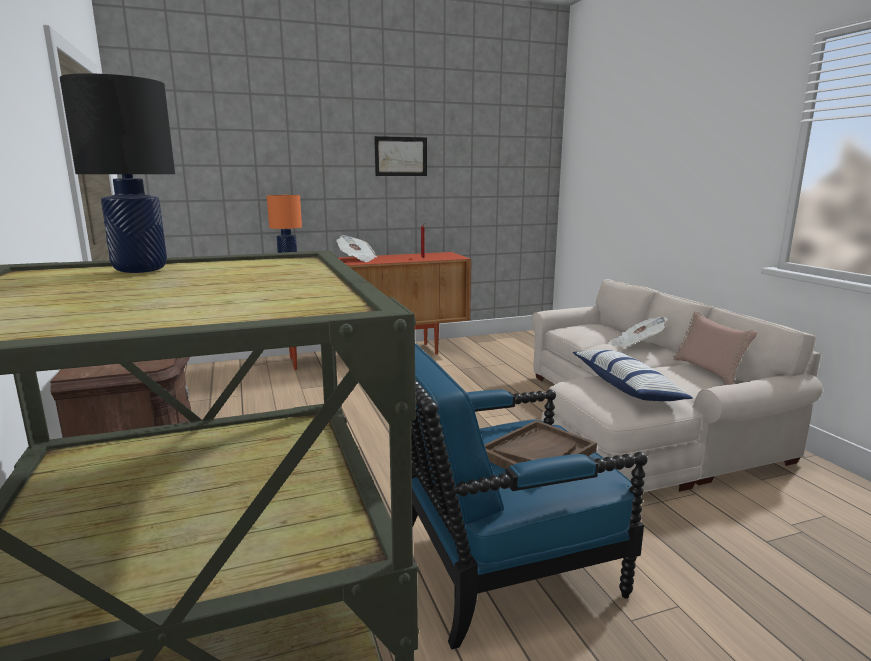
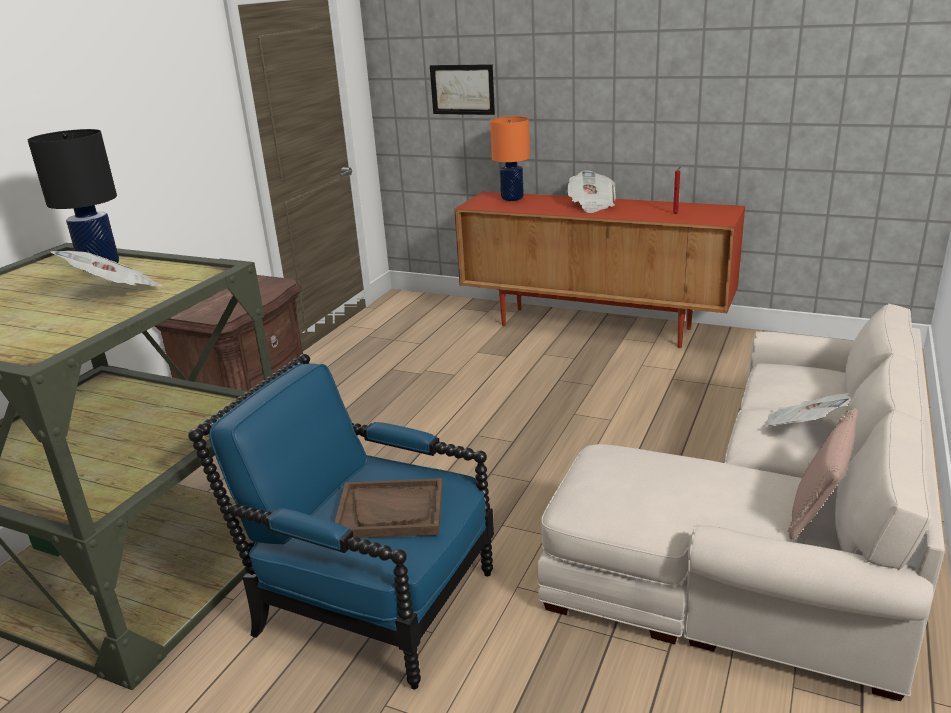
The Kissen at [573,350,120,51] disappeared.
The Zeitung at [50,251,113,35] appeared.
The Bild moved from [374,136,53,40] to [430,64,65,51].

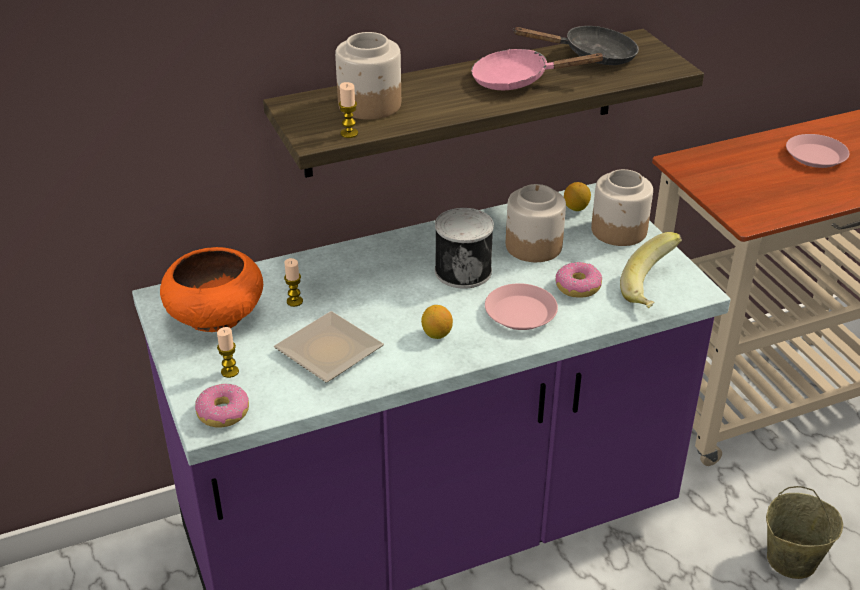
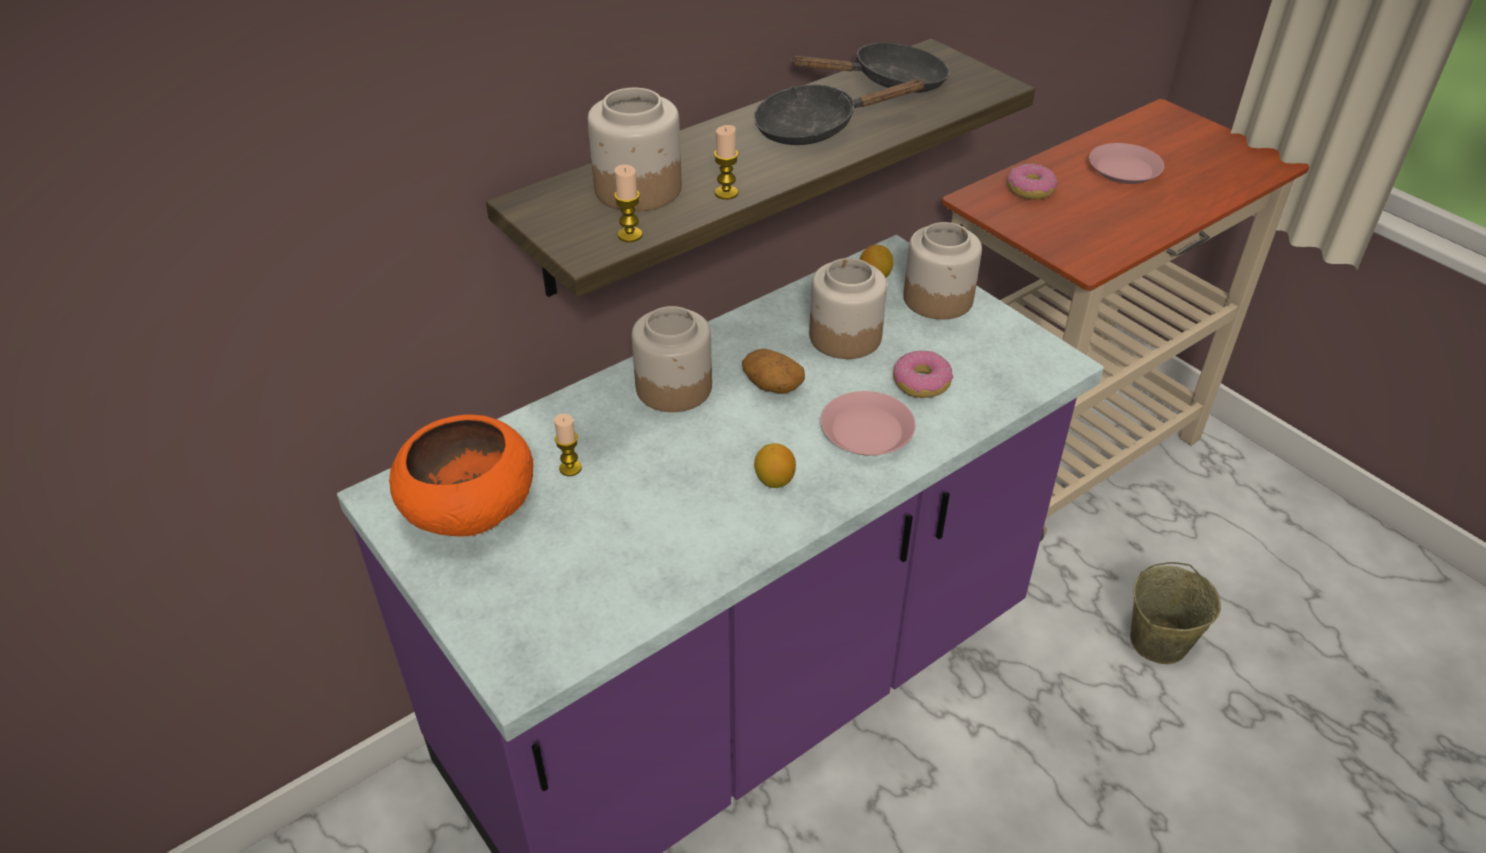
The Teller at [274,311,110,71] disappeared.
The Banane at [620,232,62,76] disappeared.
The Vorratsglas at [632,306,80,106] appeared.
The Donut moved from [195,383,54,45] to [1007,164,50,36].
The Kerze moved from [217,327,22,51] to [714,125,25,75].
The Dose at [435,208,59,81] was replaced by the Kartoffel at [742,349,63,44].
The Pfanne/rosa at [471,49,135,41] became the Pfanne/schwarz at [754,79,173,66].

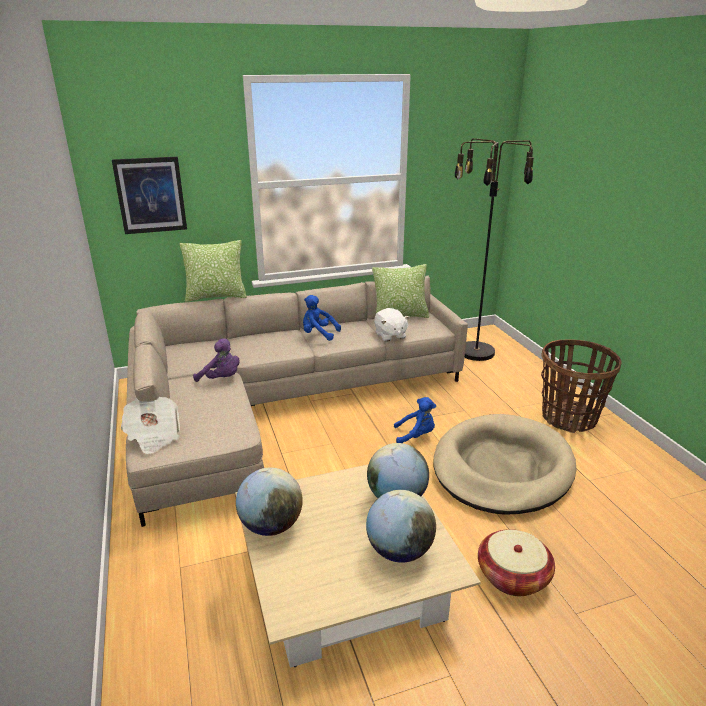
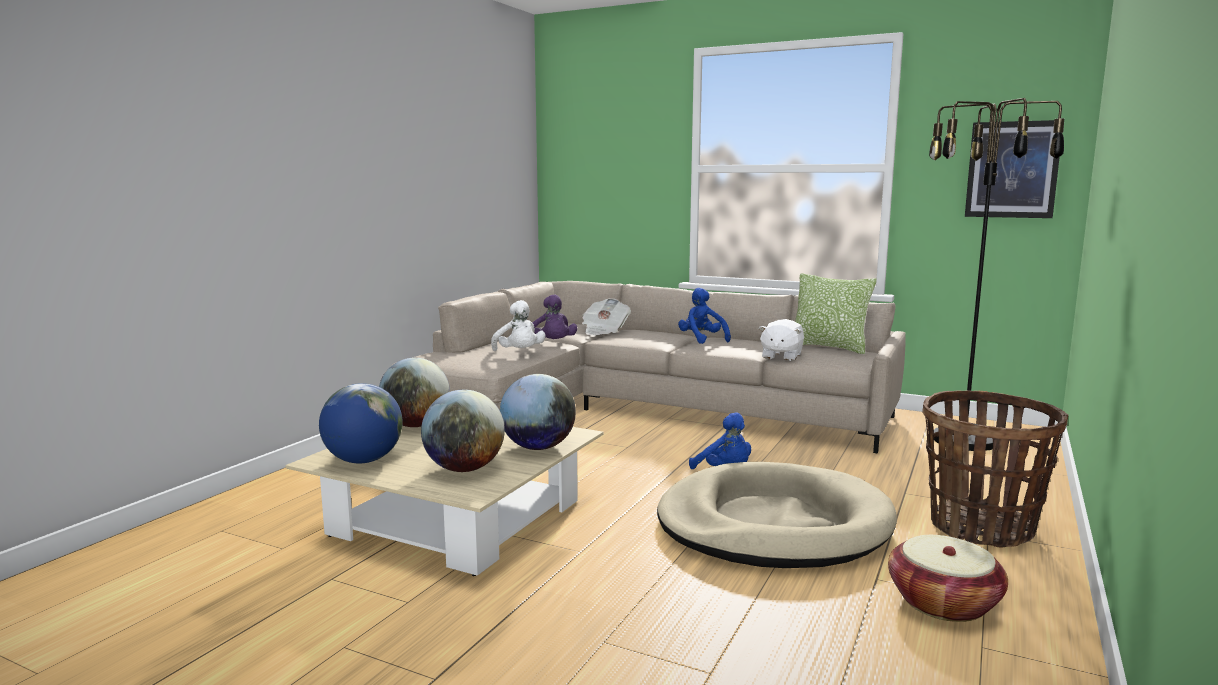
The Kissen at [180,240,67,62] disappeared.
The Globus at [319,383,84,81] appeared.
The Plüschtier/weiß at [491,300,55,51] appeared.
The Bild moved from [112,157,75,77] to [965,120,95,98].
The Zeitung moved from [121,397,59,57] to [582,298,49,38].
The Korb moved from [478,529,77,67] to [888,535,120,87].

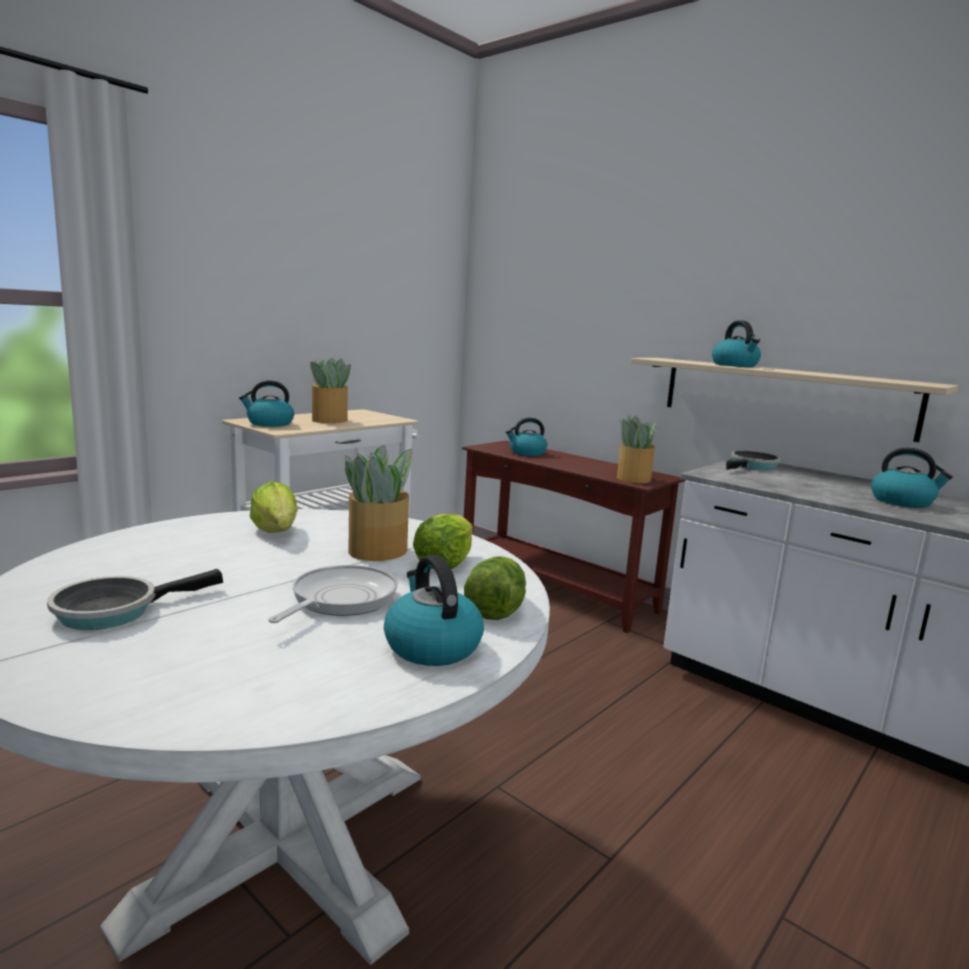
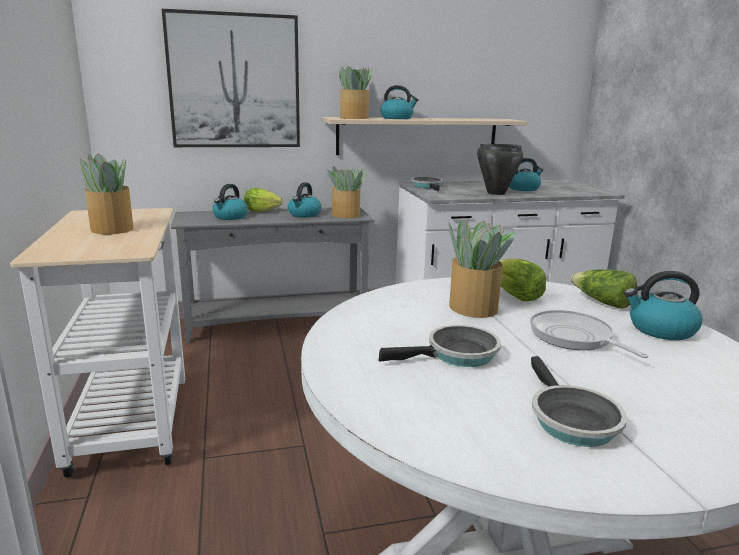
The Bild at [162,9,138,138] appeared.
The Topfpflanze at [339,66,34,53] appeared.
The Pfanne at [378,325,123,42] appeared.
The Kochtopf/schwarz at [477,144,46,51] appeared.
The Wasserkessel moved from [239,380,55,47] to [288,182,34,36].
The Salatkopf moved from [250,481,48,52] to [244,188,39,24].
The Konsolentisch/braun at [462,441,223,192] became the Konsolentisch/grau at [171,207,203,137].

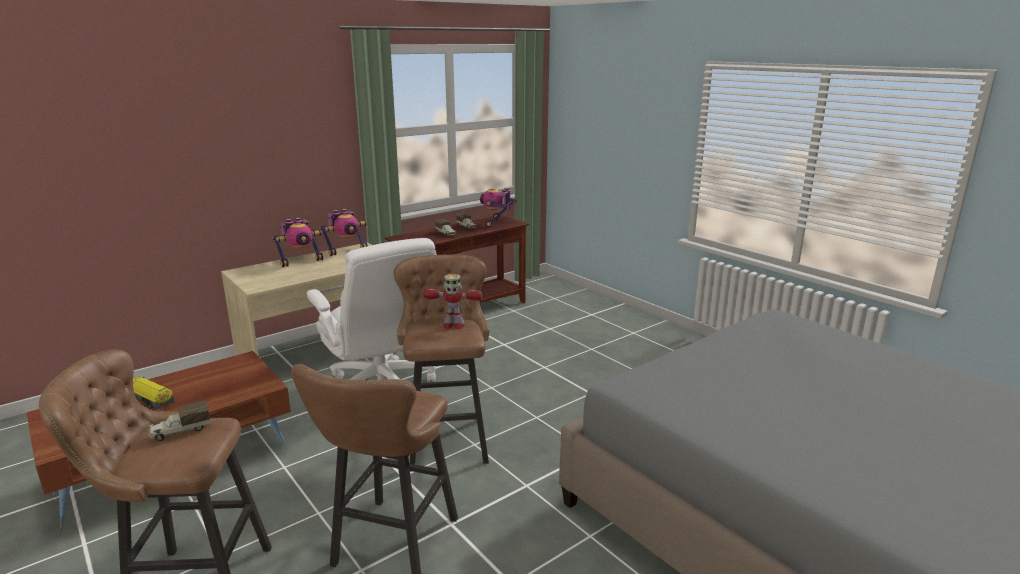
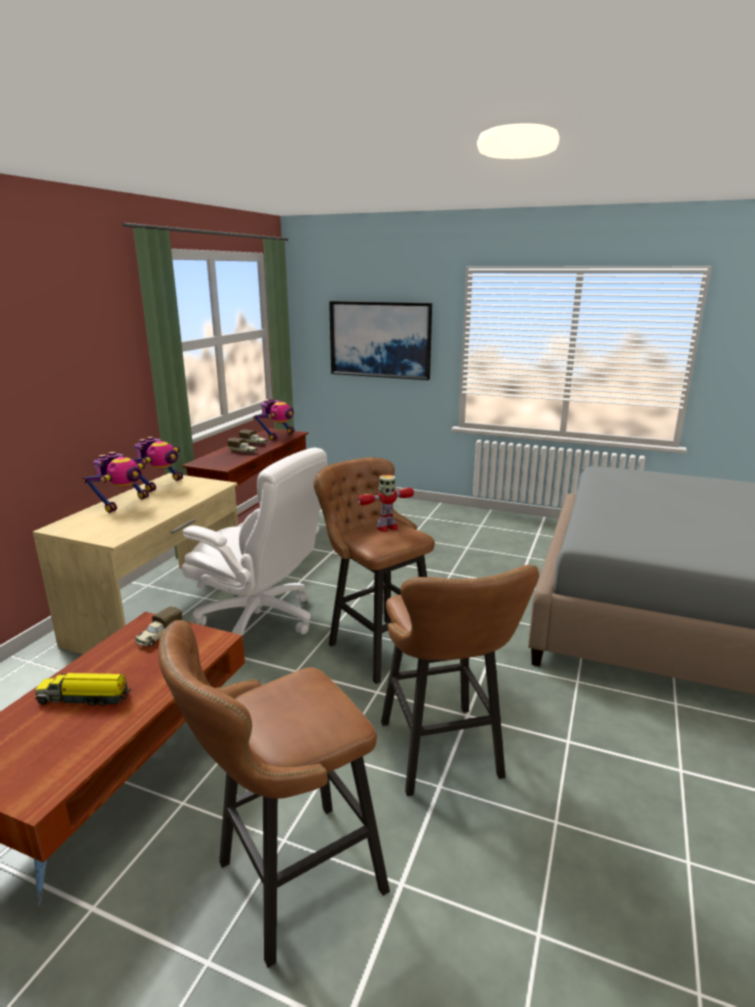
The Bild at [329,301,103,79] appeared.
The Spielzeuglaster moved from [148,400,63,41] to [134,606,49,41].
The Spielzeugroboter at [480,188,37,39] turned 135 degrees counterclockwise.

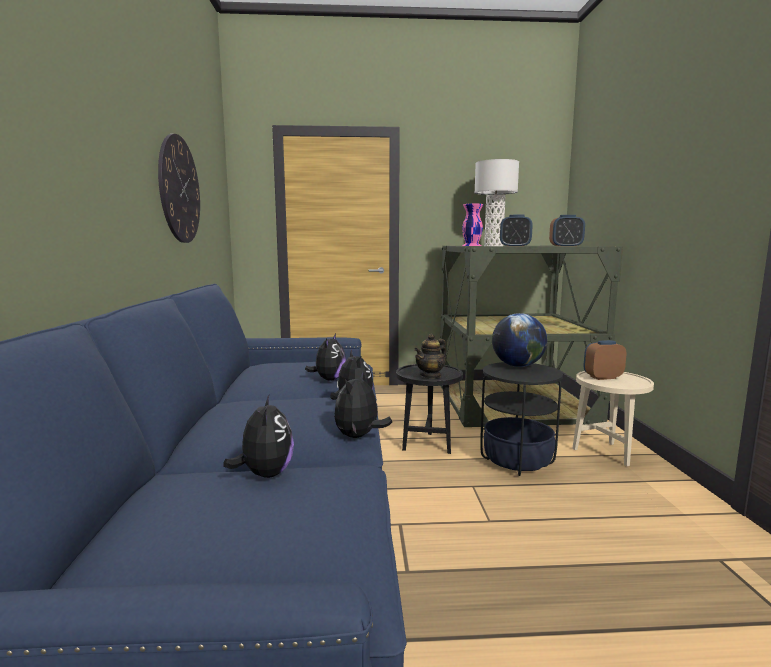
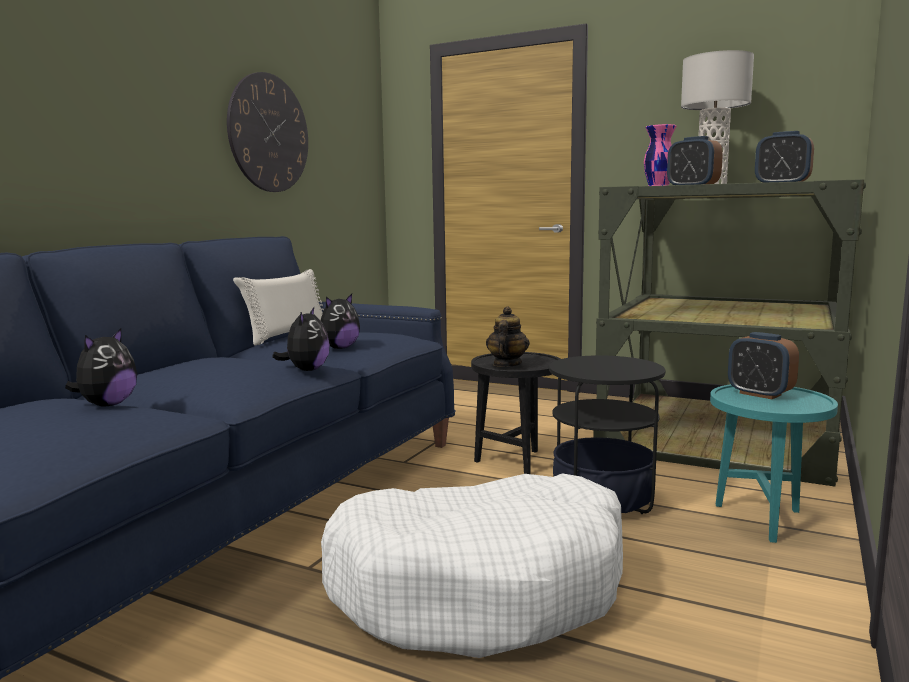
The Plüschtier at [334,371,58,67] disappeared.
The Globus at [492,313,56,54] disappeared.
The Kissen/weiß at [233,269,91,77] appeared.
The Hundebett/weiß at [321,473,302,185] appeared.
The Beistelltisch/beige at [572,371,82,95] became the Beistelltisch/türkis at [710,384,128,159].
The Teekanne at [414,333,32,46] turned 120 degrees clockwise.
The Wecker at [584,340,42,40] turned 150 degrees counterclockwise.

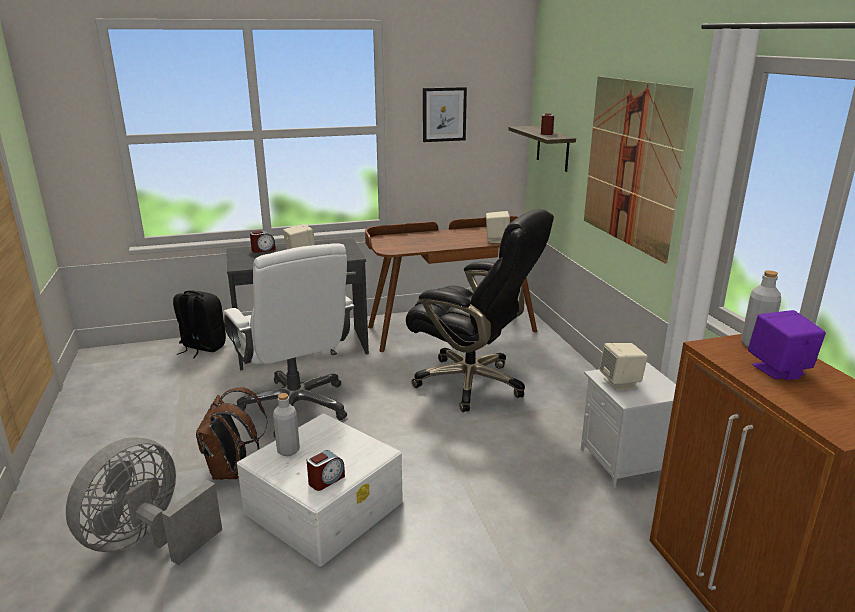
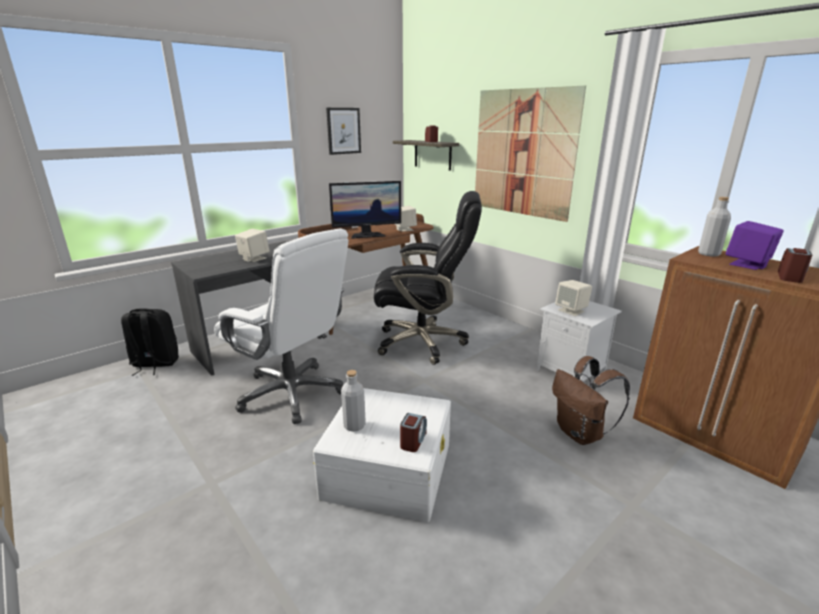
The Ventilator/grau at [66,437,156,128] disappeared.
The Monitor at [329,181,72,58] appeared.
The Rucksack/braun moved from [196,387,72,93] to [552,356,78,89].
The Wecker moved from [250,231,25,22] to [778,248,34,35].

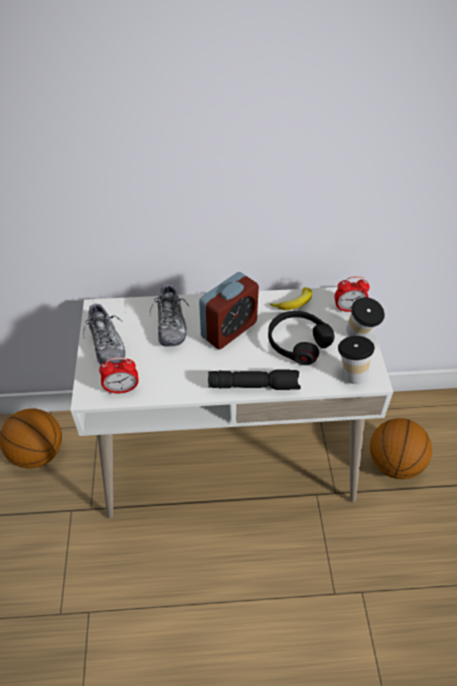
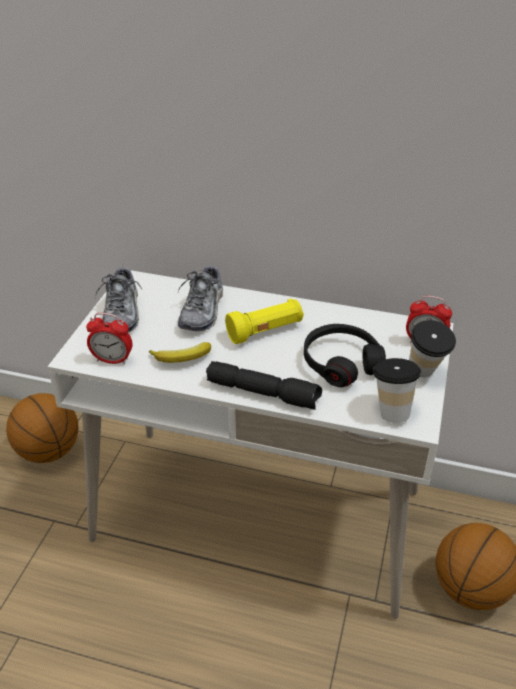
The Banane moved from [269,287,43,23] to [149,342,62,21].
The Wecker at [199,272,60,78] was replaced by the Taschenlampe/gelb at [225,298,79,46].

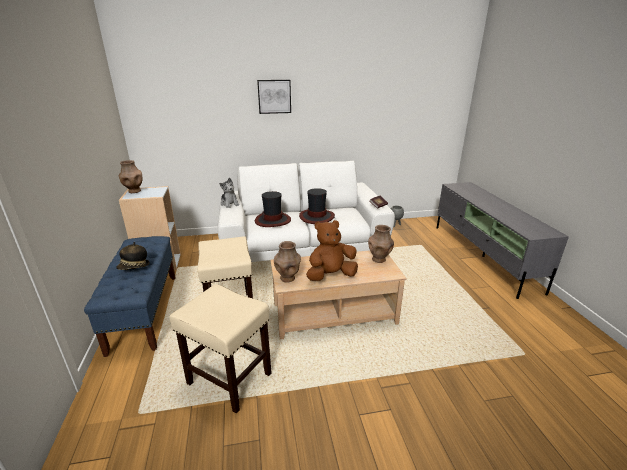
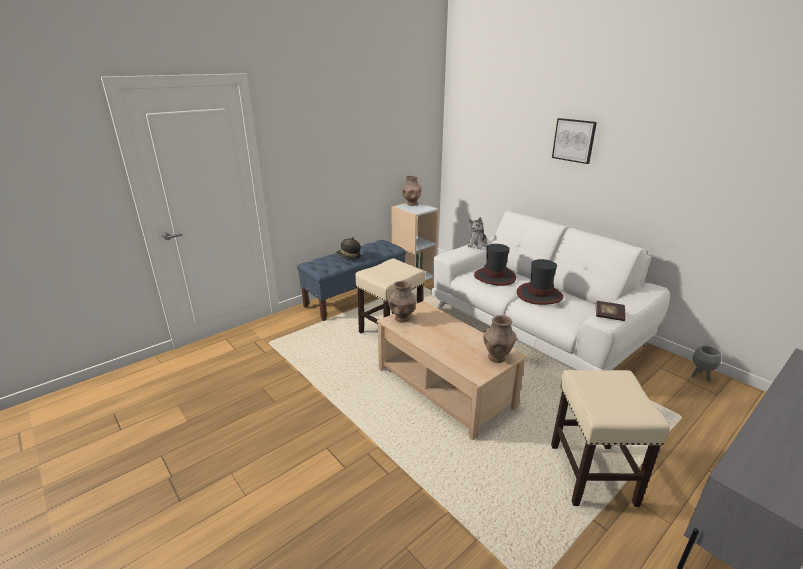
The Plüschtier/braun at [306,220,52,61] disappeared.
The Hocker/beige moved from [169,284,103,130] to [551,370,119,137].

